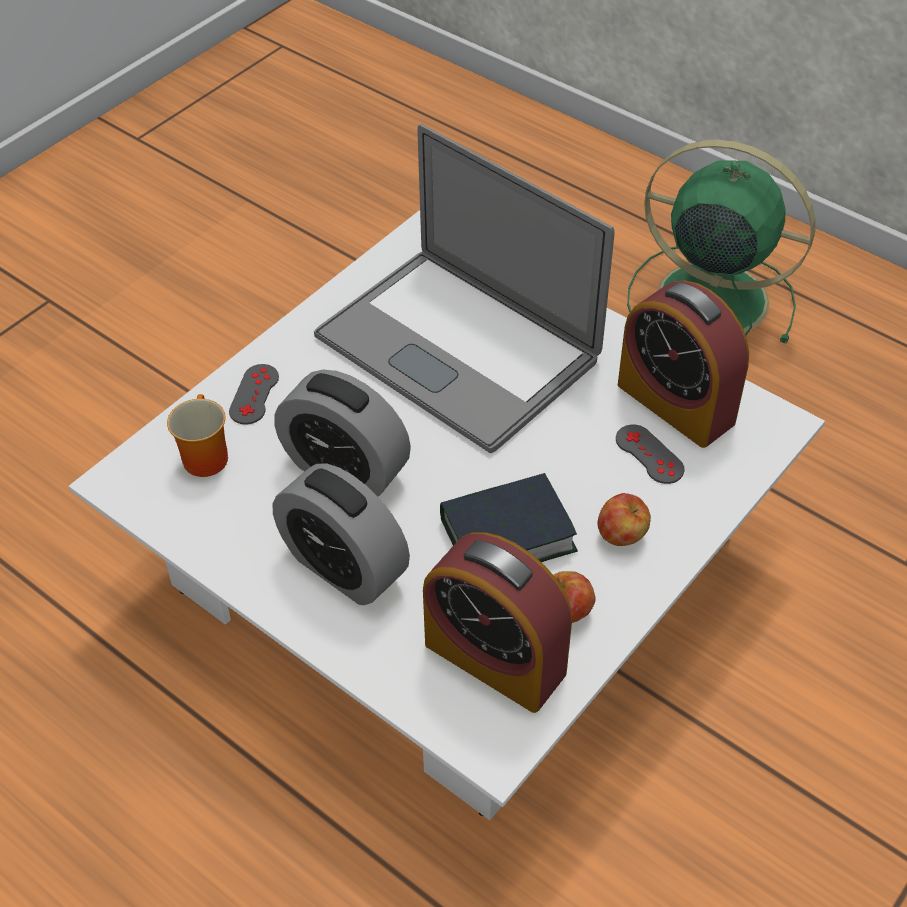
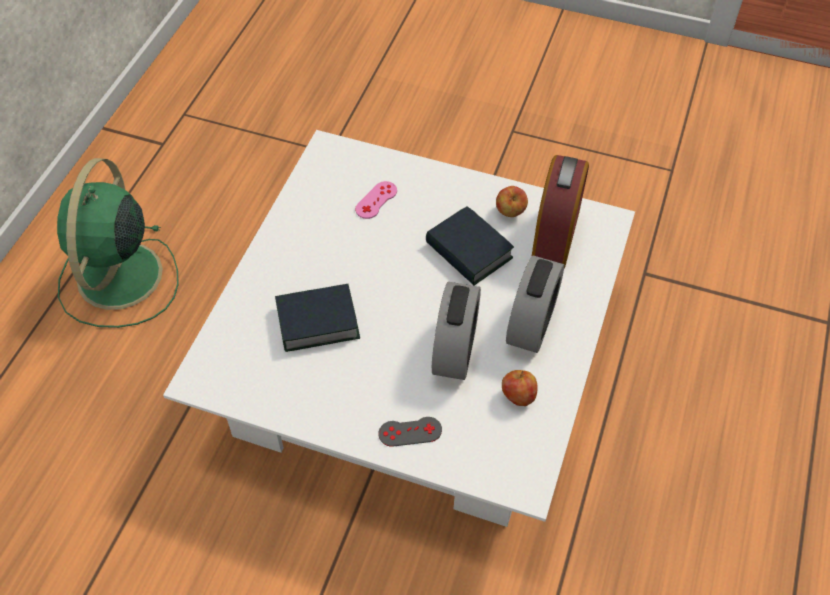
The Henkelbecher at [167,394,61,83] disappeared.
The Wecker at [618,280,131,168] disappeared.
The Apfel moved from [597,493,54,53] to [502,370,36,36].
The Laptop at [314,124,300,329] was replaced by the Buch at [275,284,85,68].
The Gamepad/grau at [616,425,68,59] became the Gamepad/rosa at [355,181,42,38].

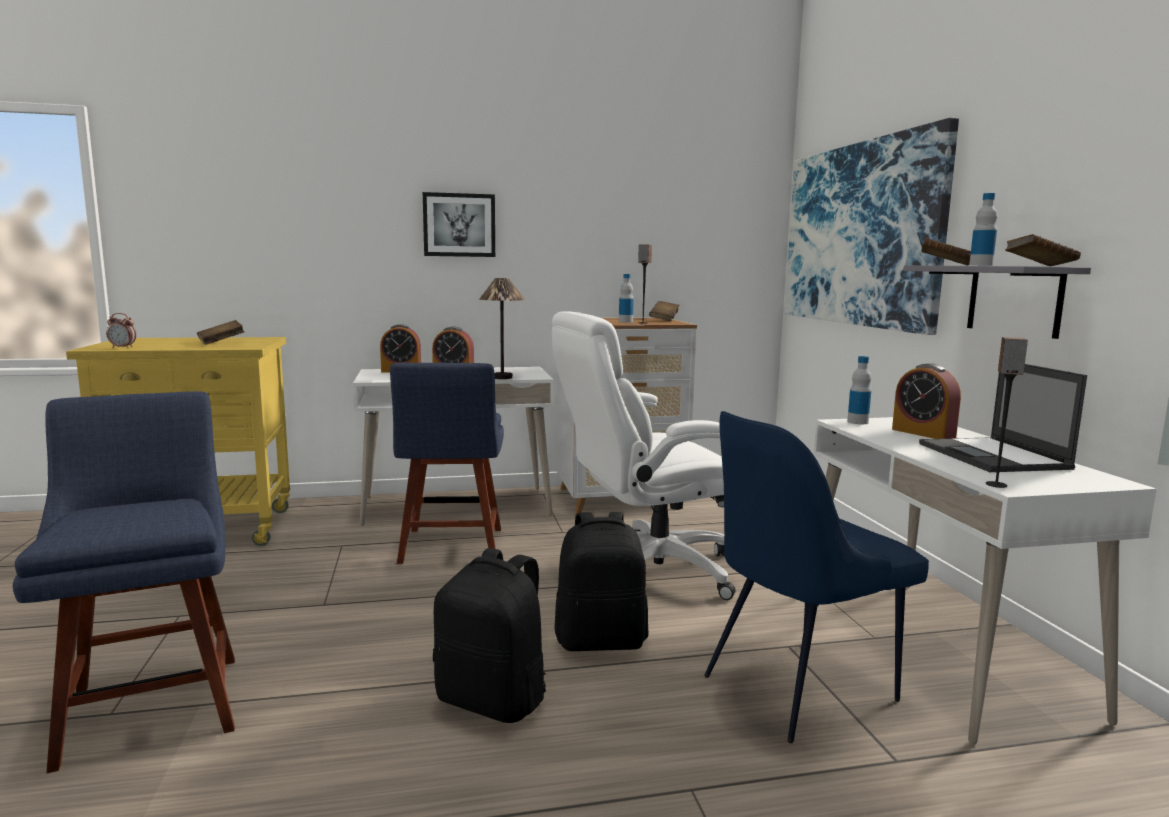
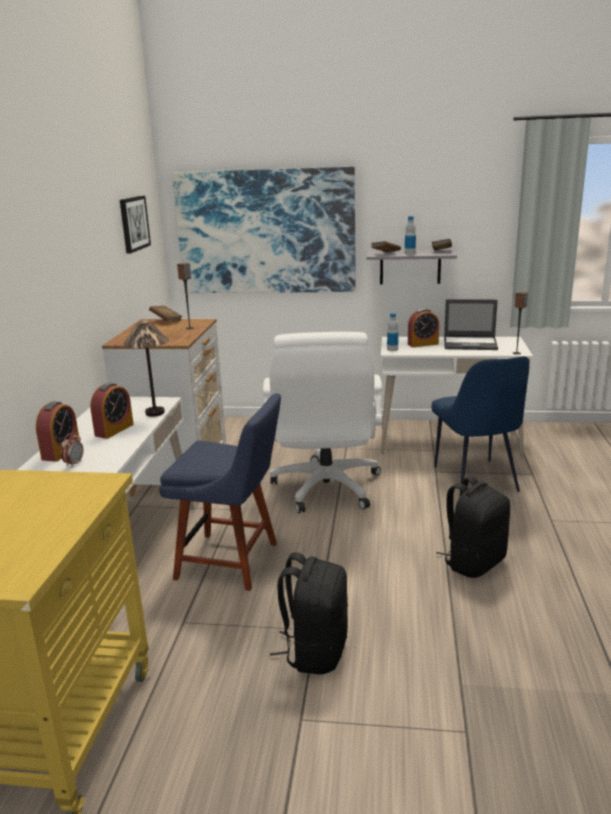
The Stuhl/blau at [13,391,222,382] disappeared.
The Buch/braun at [197,320,48,25] disappeared.
The Flasche at [619,274,15,48] disappeared.
The Wecker moved from [106,313,30,35] to [61,433,23,33].
The Bild moved from [423,192,72,65] to [120,196,31,58].
The Rucksack/schwarz moved from [555,512,94,139] to [270,552,78,123].

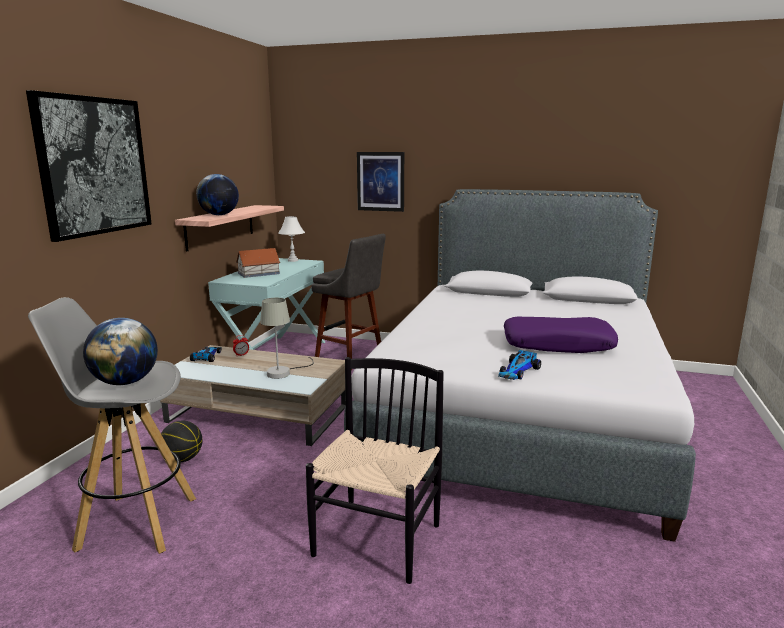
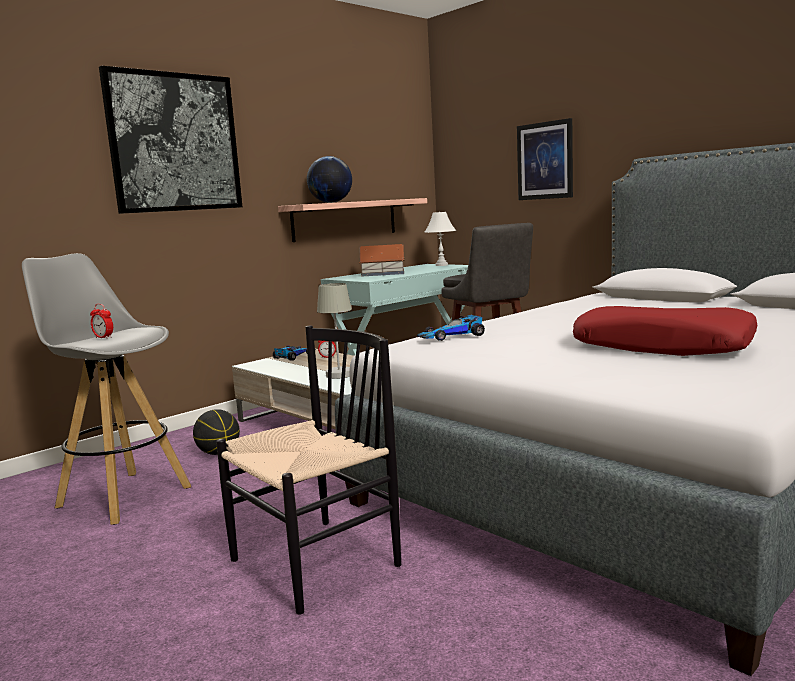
The Spielzeugauto moved from [498,350,43,30] to [417,315,68,26].
The Globus at [83,318,75,67] was replaced by the Wecker at [90,304,23,34].
The Kissen/lila at [504,317,114,36] became the Kissen/rot at [573,306,184,50].

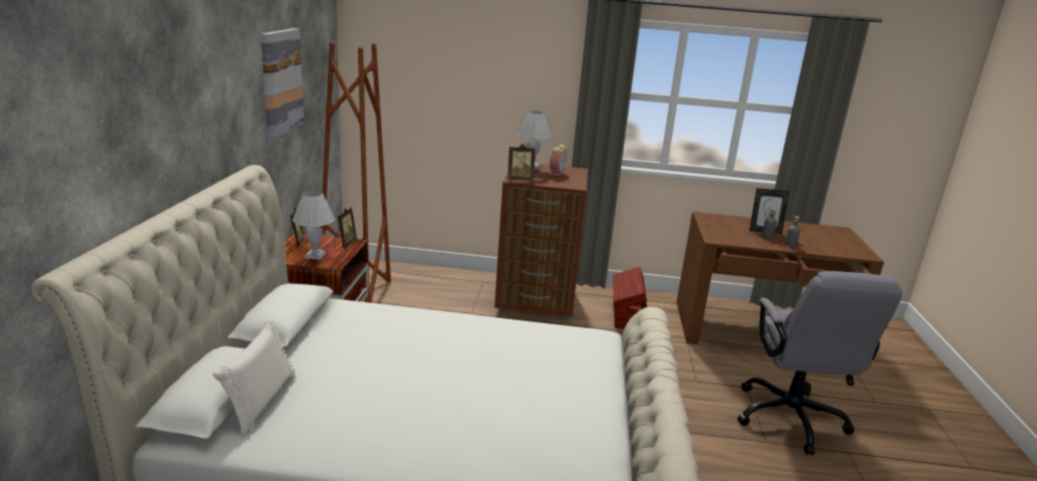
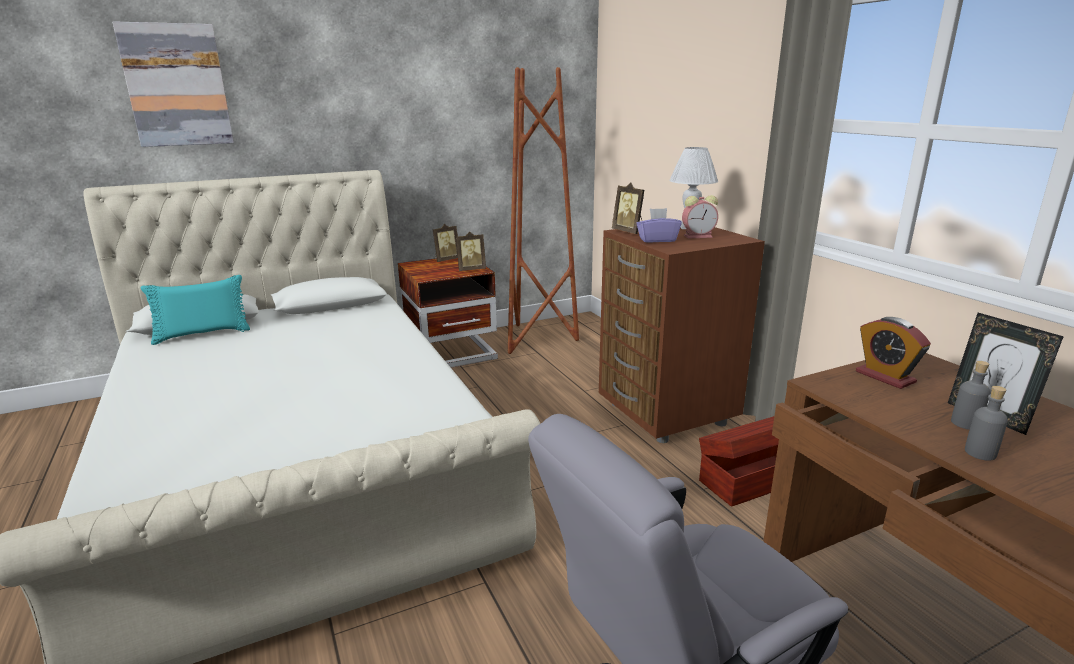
The Tischlampe/weiß at [293,191,42,69] disappeared.
The Taschentuchbox/lila at [636,208,46,35] appeared.
The Wecker at [856,317,75,72] appeared.
The Bild moved from [261,28,43,112] to [112,21,122,126].
The Kissen/weiß at [213,319,83,118] became the Kissen/türkis at [141,275,109,70].

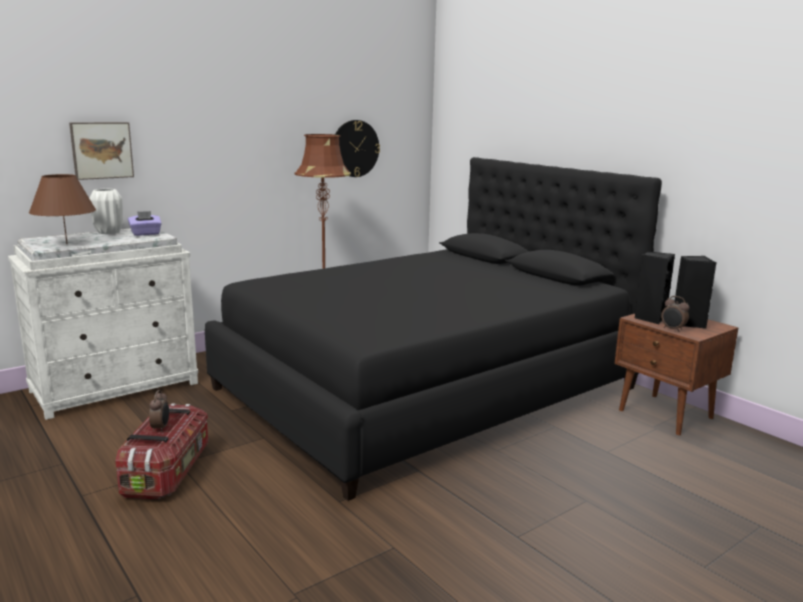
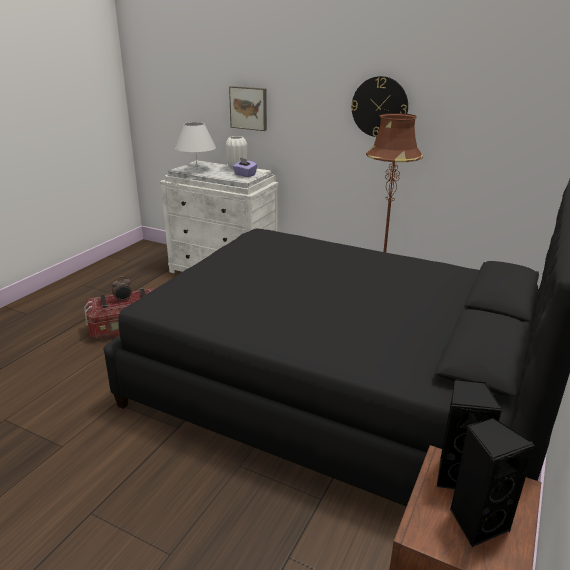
The Wecker at [661,296,28,36] disappeared.
The Wanduhr moved from [335,120,45,57] to [351,76,57,61].
The Tischlampe/braun at [29,174,67,70] became the Tischlampe/weiß at [175,122,41,43].

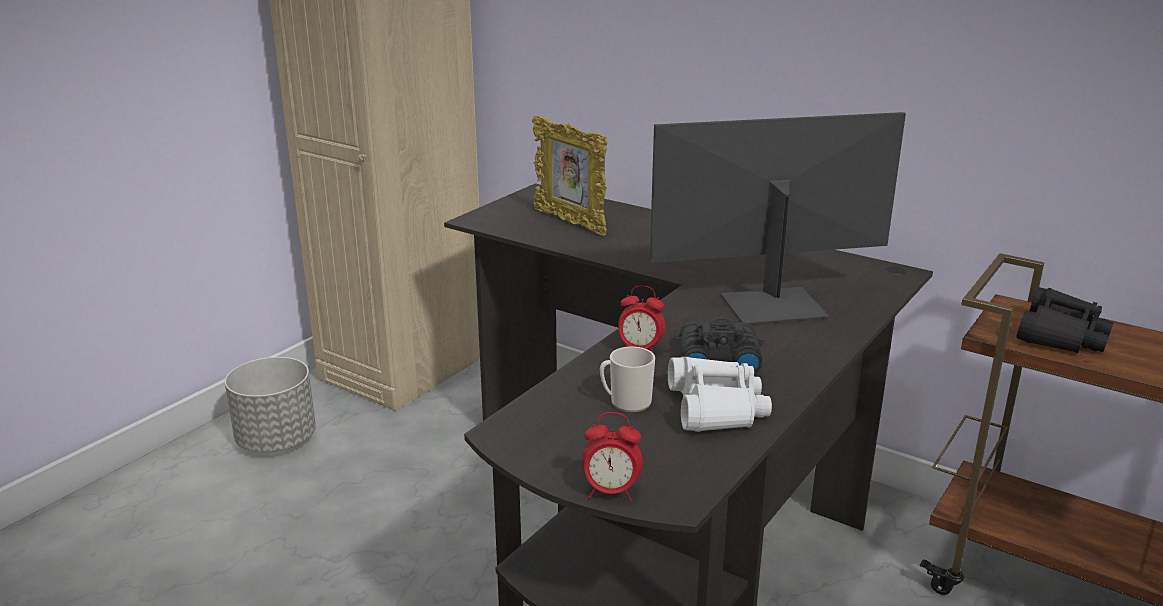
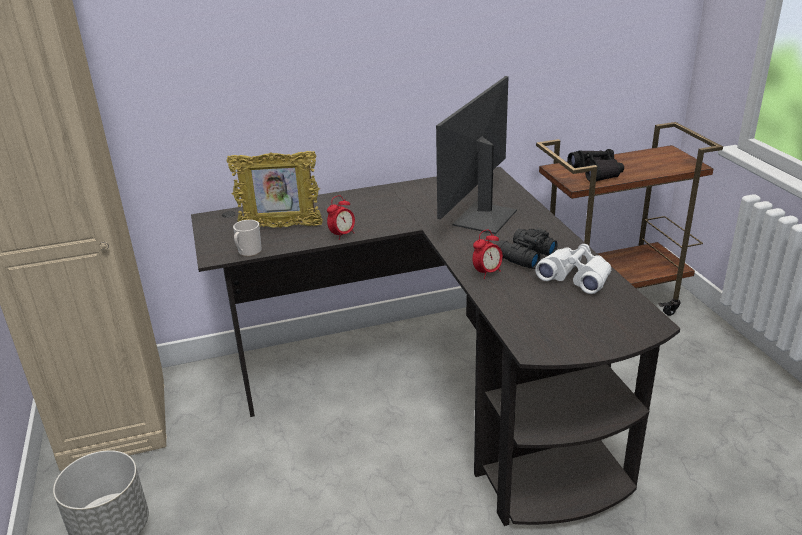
The Wecker moved from [582,412,61,89] to [327,195,28,45].
The Henkelbecher moved from [600,346,55,66] to [233,220,29,37].

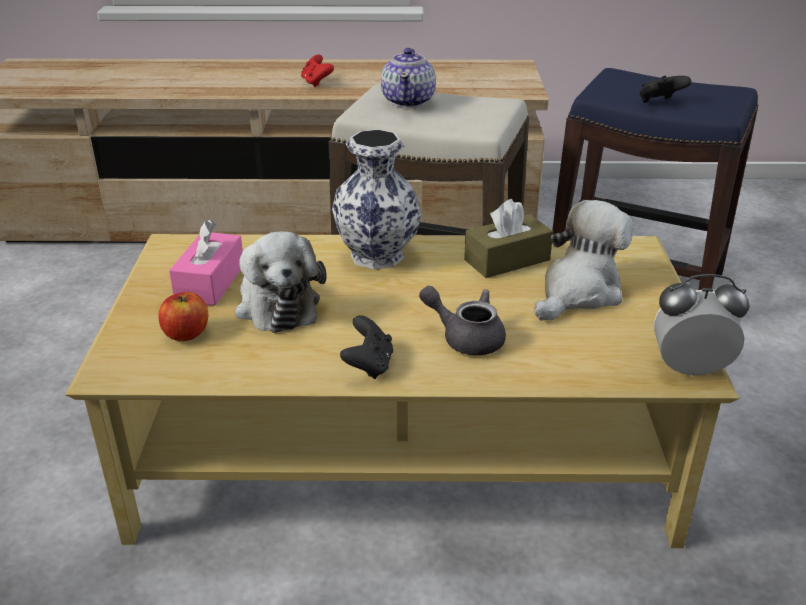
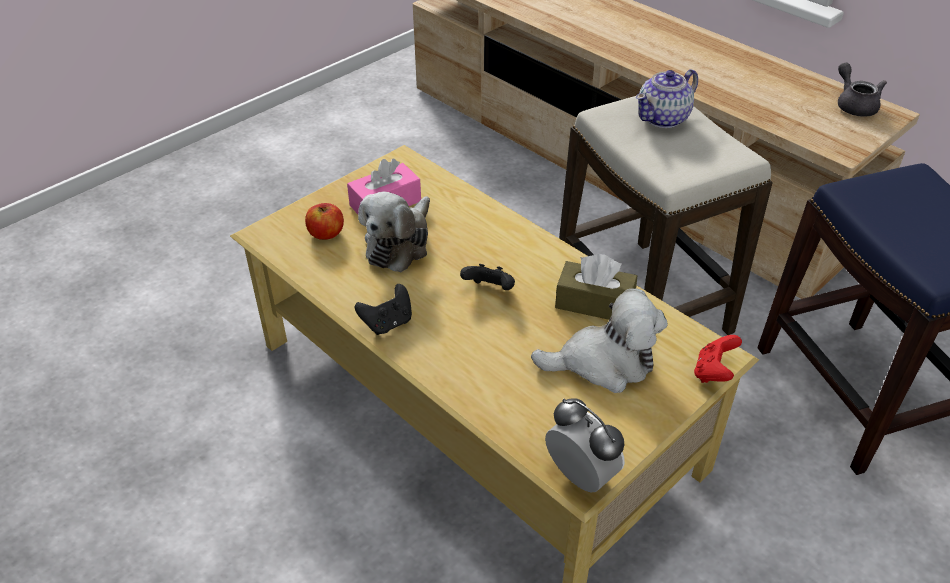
The Vase at [332,129,89,141] disappeared.
The Gamepad/rot moved from [301,54,33,33] to [694,335,48,48].
The Teekanne/grau moved from [419,286,87,69] to [838,63,49,54].
The Gamepad/schwarz moved from [639,76,52,27] to [460,264,55,26].

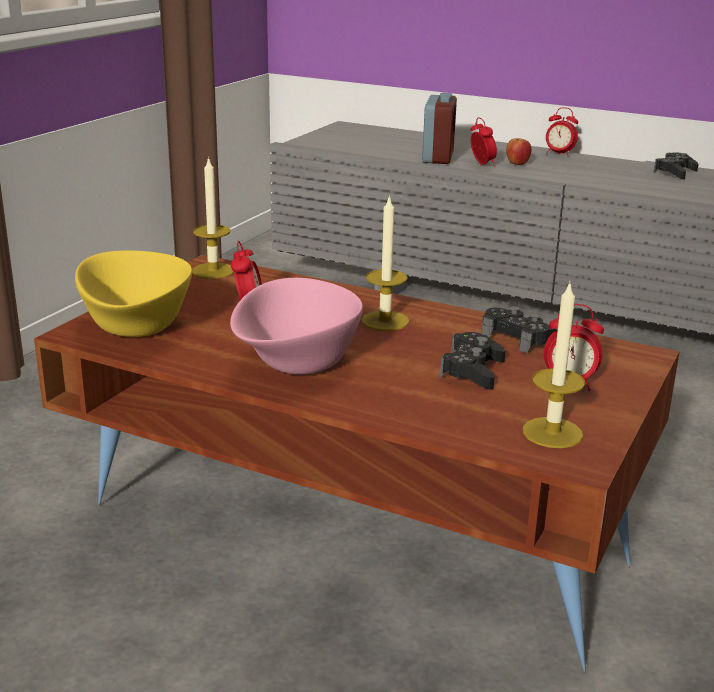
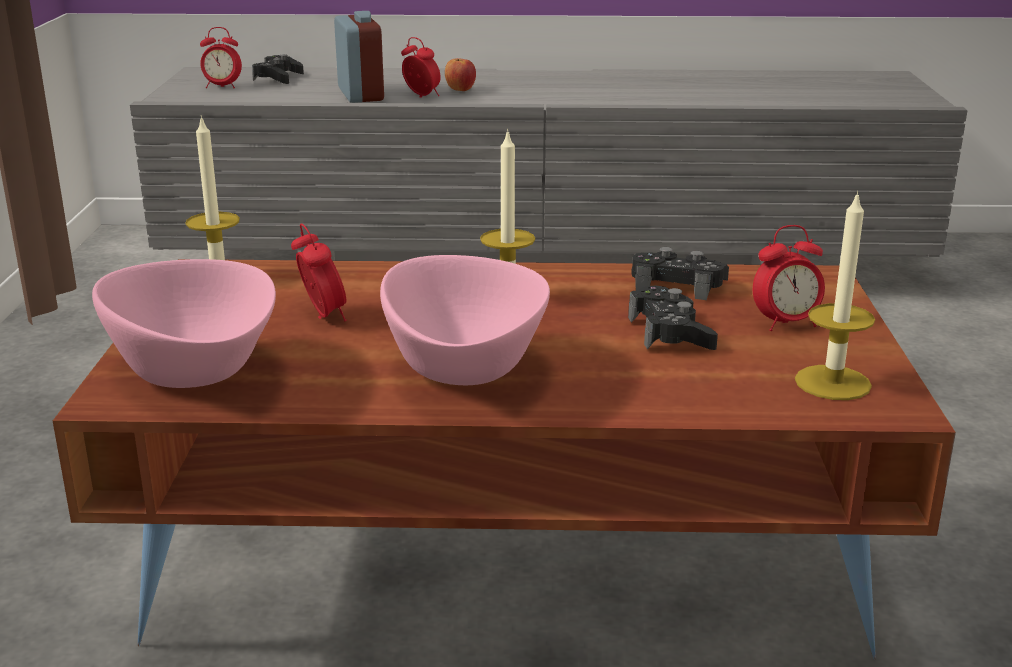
The Wecker moved from [546,107,32,49] to [200,27,42,61].
The Gamepad/schwarz moved from [653,152,45,27] to [252,54,52,30].
The Schüssel/gelb at [75,250,117,87] became the Schüssel/rosa at [92,259,184,129].

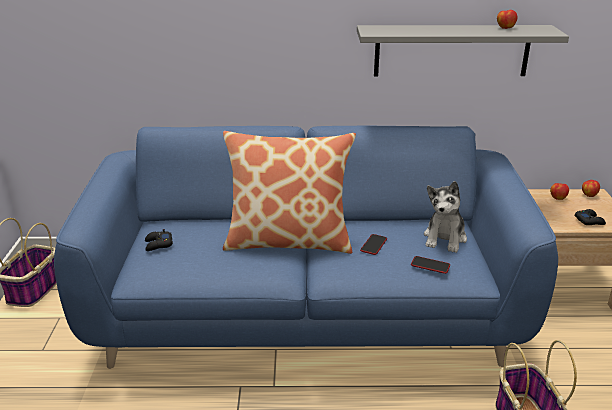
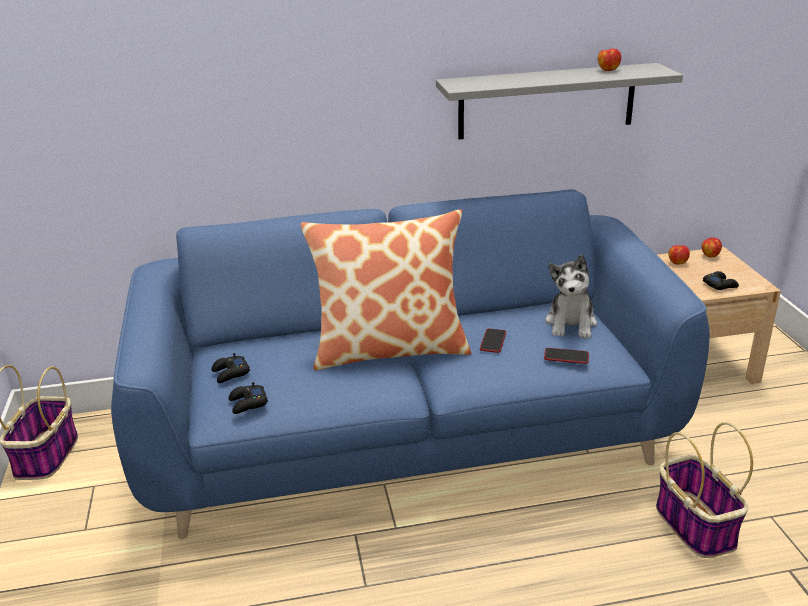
The Gamepad/schwarz at [229,382,39,32] appeared.

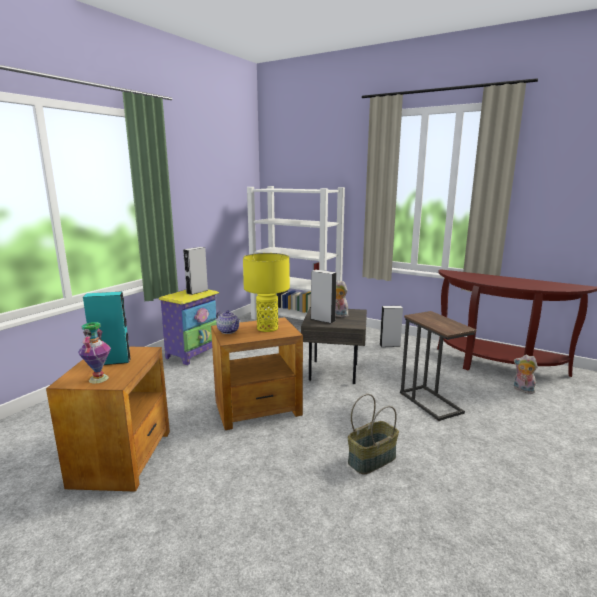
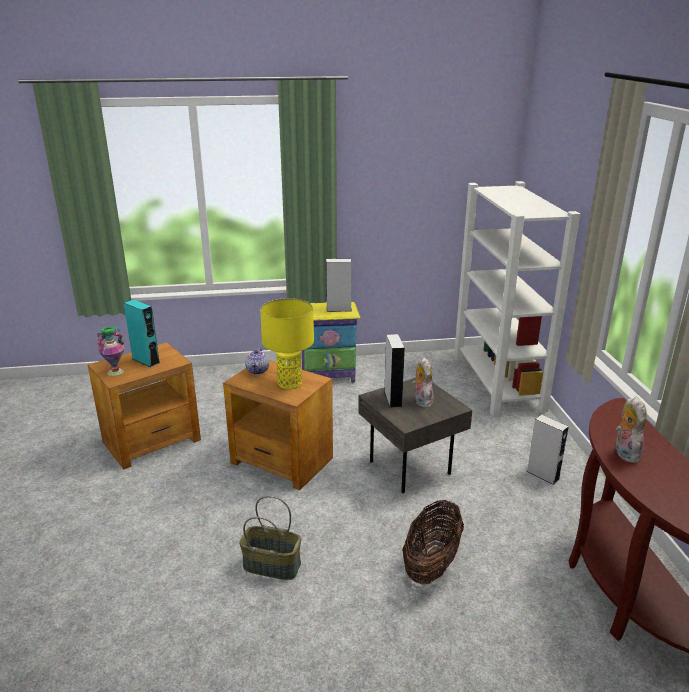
The Plüschtier moved from [514,355,24,39] to [616,397,31,66].
The Beistelltisch/braun at [400,311,76,110] was replaced by the Korb at [402,499,62,85].

